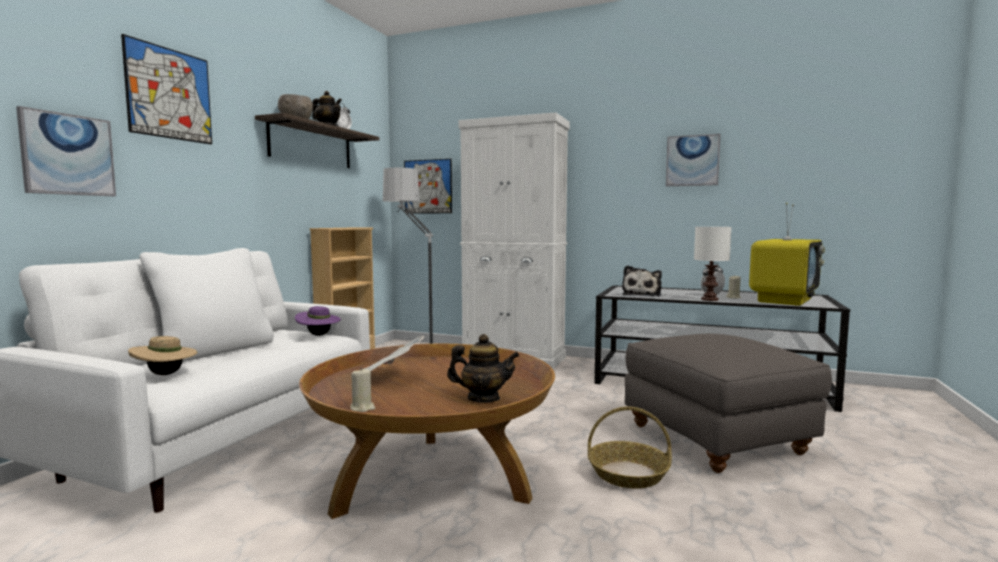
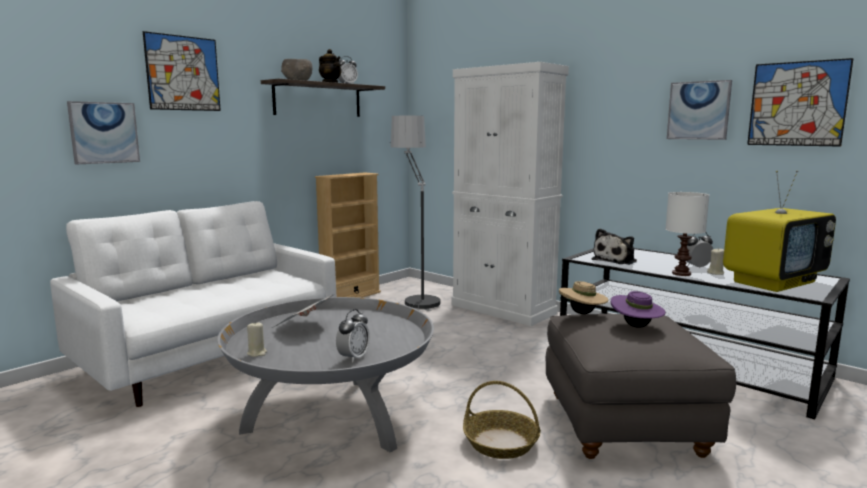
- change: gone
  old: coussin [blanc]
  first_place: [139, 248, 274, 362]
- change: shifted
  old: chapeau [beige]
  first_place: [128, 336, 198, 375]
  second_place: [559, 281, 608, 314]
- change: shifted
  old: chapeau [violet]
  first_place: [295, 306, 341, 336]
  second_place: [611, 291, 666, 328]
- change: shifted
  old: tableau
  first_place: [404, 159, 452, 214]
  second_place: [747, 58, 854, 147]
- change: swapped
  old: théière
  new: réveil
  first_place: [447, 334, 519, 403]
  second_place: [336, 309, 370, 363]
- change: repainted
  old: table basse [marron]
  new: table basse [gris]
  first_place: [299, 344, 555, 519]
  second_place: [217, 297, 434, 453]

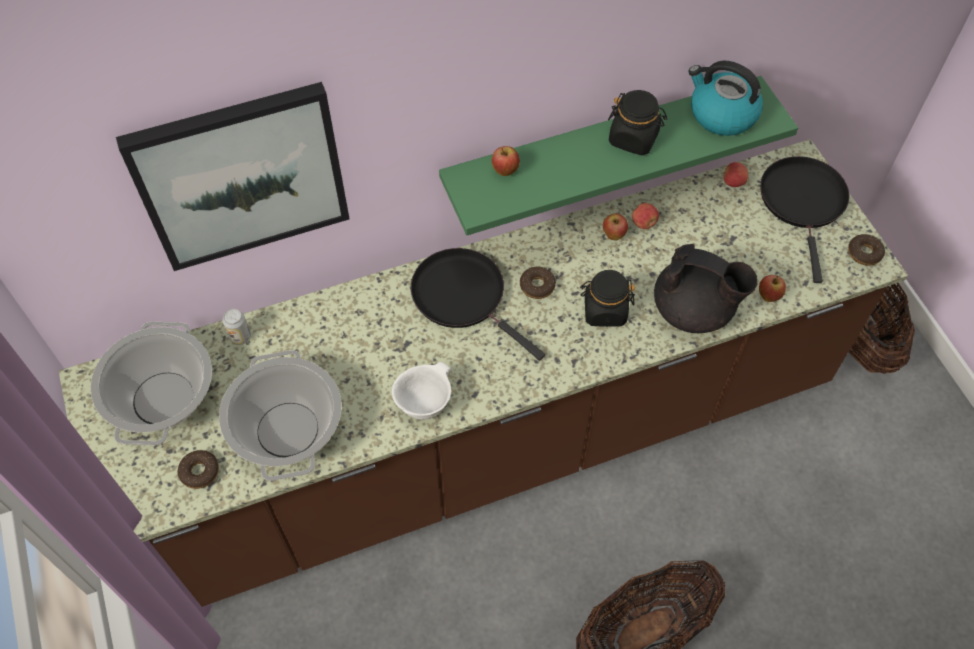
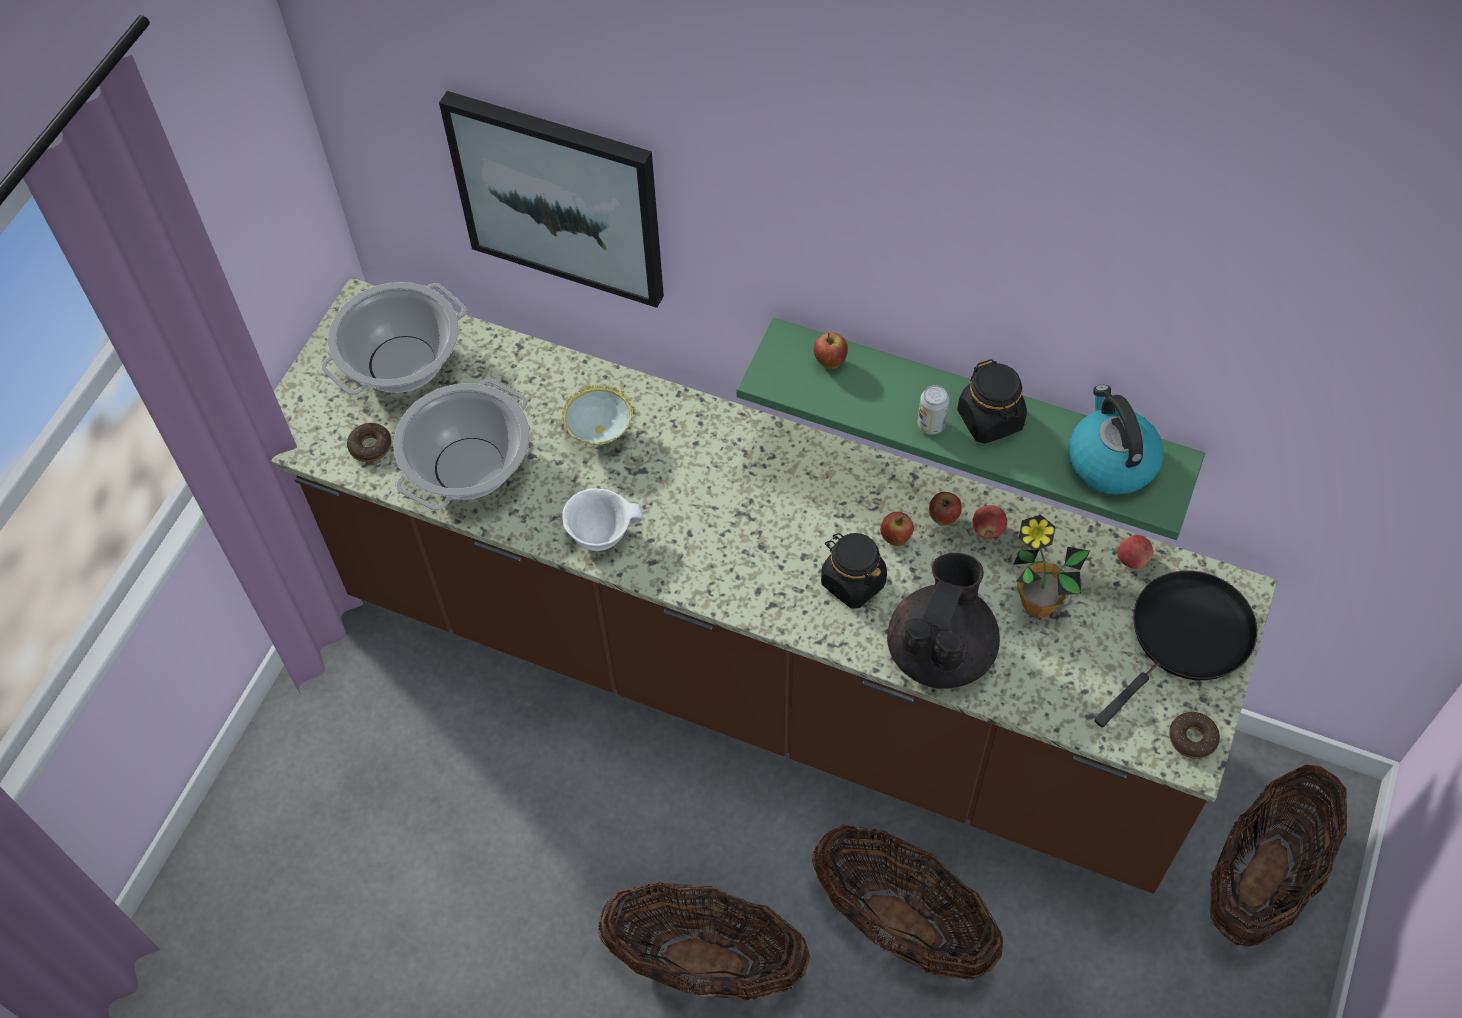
- change: gone
  old: poêle [noir]
  first_place: [411, 248, 545, 361]
- change: gone
  old: beignet
  first_place: [520, 267, 556, 299]
- change: new
  new: bol
  second_place: [561, 384, 633, 446]
- change: new
  new: panier
  second_place: [812, 824, 1003, 980]
- change: new
  new: plante en pot
  second_place: [1013, 515, 1090, 618]
- change: shifted
  old: boîte métallique
  first_place: [222, 309, 251, 345]
  second_place: [918, 385, 949, 435]
- change: shifted
  old: pomme
  first_place: [759, 275, 786, 302]
  second_place: [880, 512, 914, 546]
- change: rotated
  old: théière [noir]
  first_place: [654, 244, 758, 333]
  second_place: [887, 553, 1000, 688]
  degrees: -135

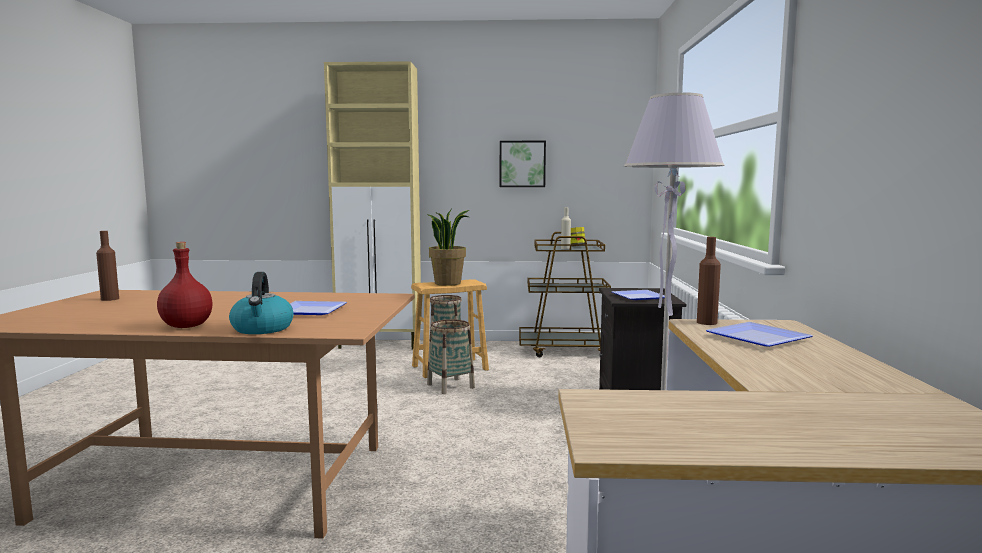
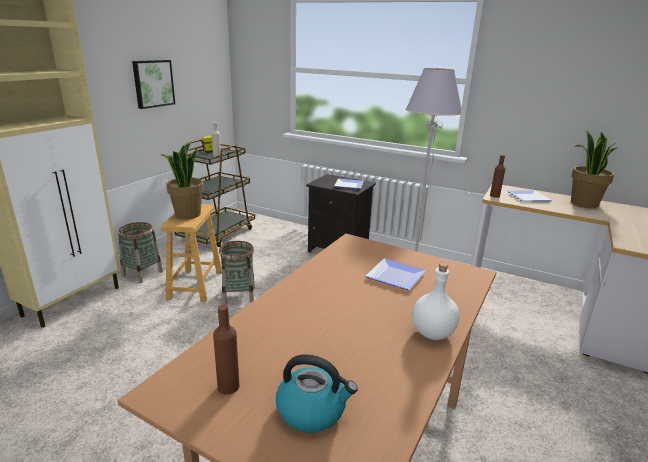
- change: new
  new: plante en pot
  second_place: [571, 130, 617, 208]
- change: shifted
  old: bouilloire
  first_place: [229, 272, 293, 334]
  second_place: [276, 354, 358, 433]
- change: repainted
  old: bouteille [rouge]
  new: bouteille [blanc]
  first_place: [157, 242, 212, 328]
  second_place: [412, 263, 460, 340]

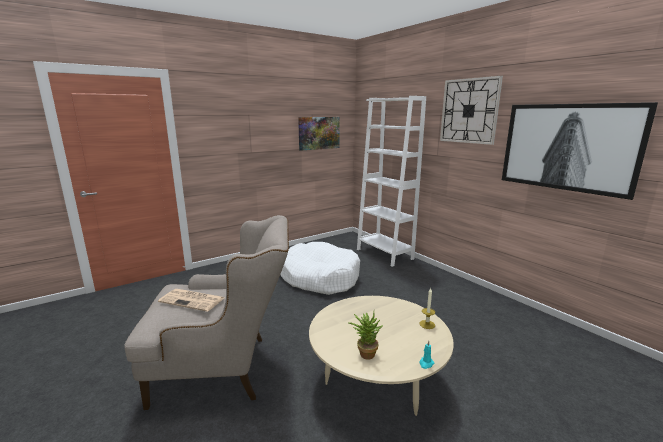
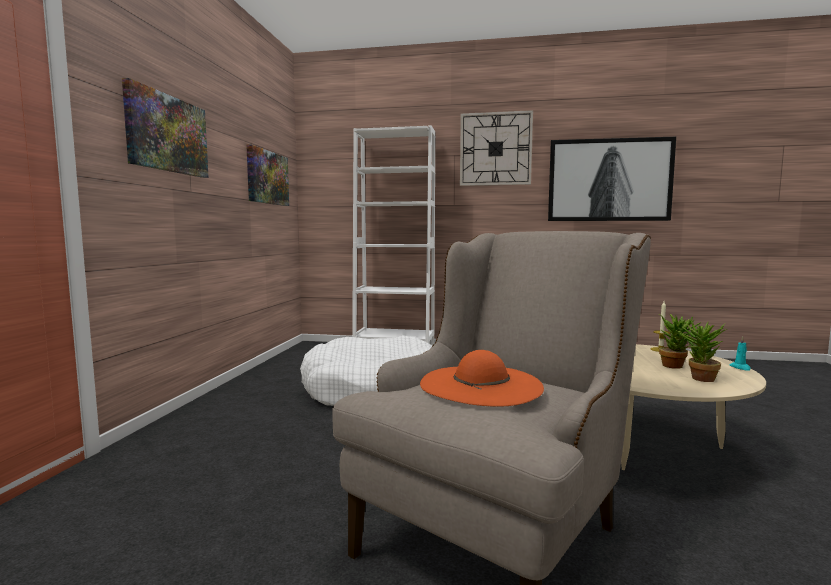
- change: new
  new: tableau
  second_place: [122, 78, 209, 178]
- change: new
  new: plante en pot
  second_place: [659, 314, 701, 369]
- change: swapped
  old: journal
  new: chapeau [orange]
  first_place: [158, 289, 224, 312]
  second_place: [420, 350, 544, 407]

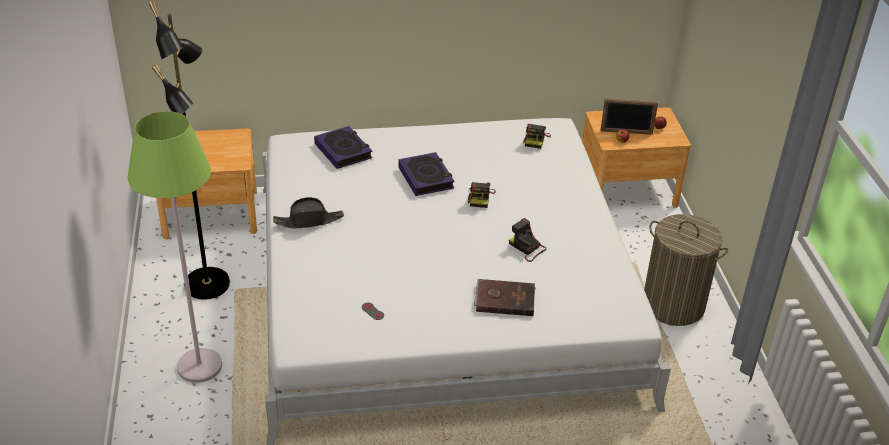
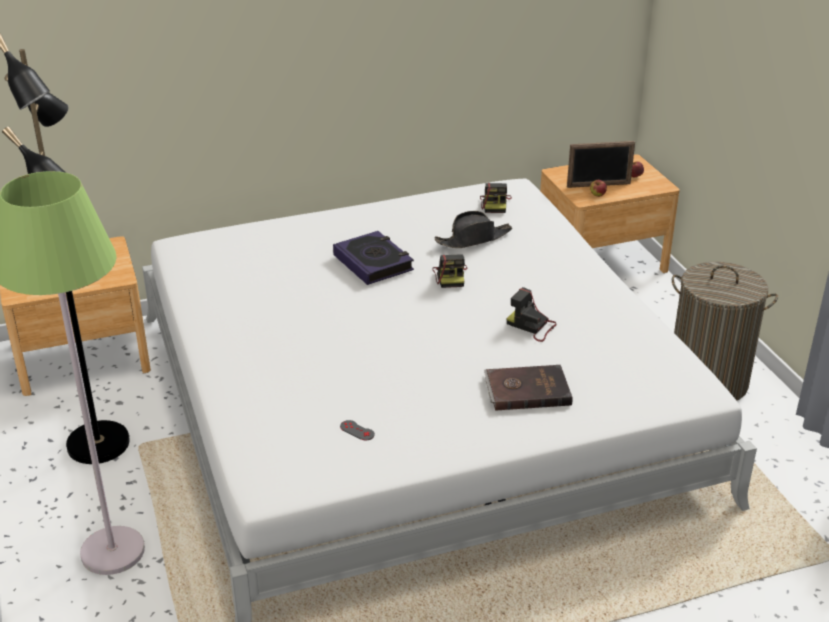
- change: gone
  old: livre
  first_place: [314, 126, 372, 169]
- change: shifted
  old: chapeau [noir]
  first_place: [273, 197, 344, 229]
  second_place: [435, 211, 512, 248]

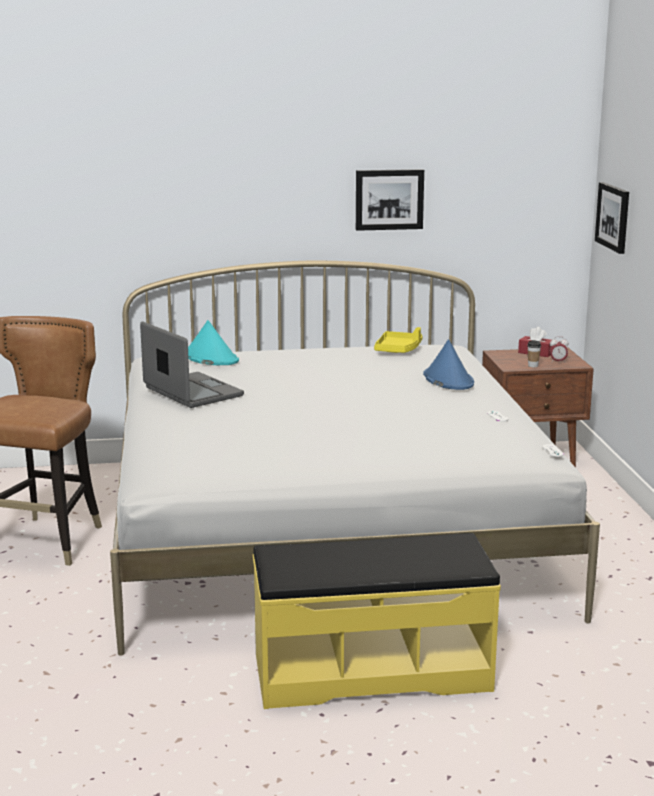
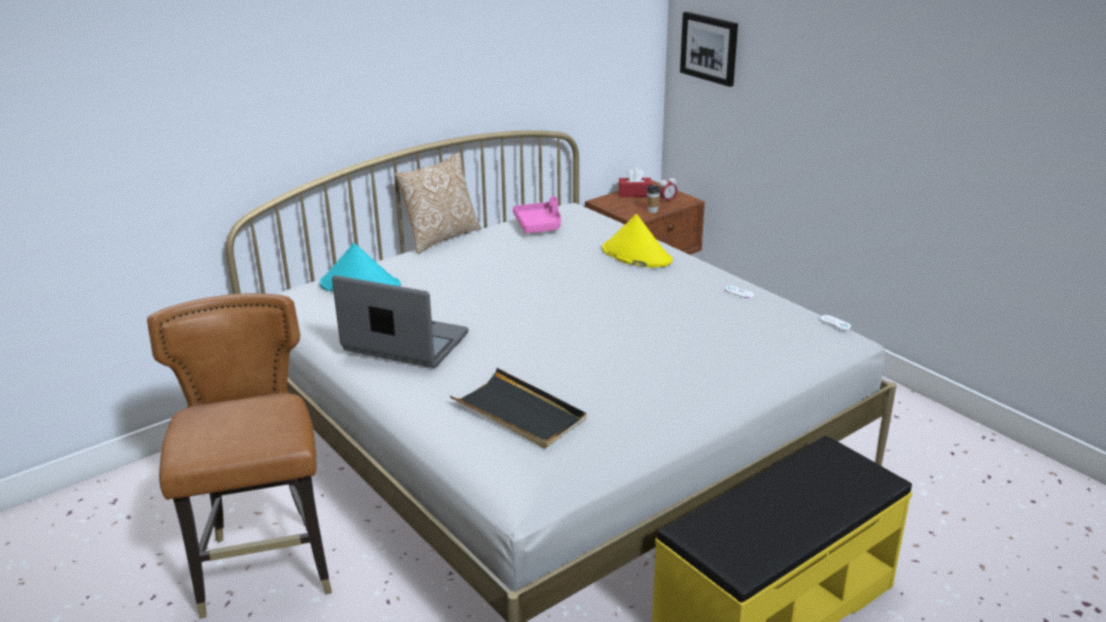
- change: gone
  old: tableau
  first_place: [356, 169, 424, 231]
- change: new
  new: coussin
  second_place: [394, 152, 482, 254]
- change: new
  new: plateau [noir]
  second_place: [450, 368, 587, 448]
- change: repainted
  old: plateau [jaune]
  new: plateau [rose]
  first_place: [374, 327, 422, 353]
  second_place: [513, 196, 561, 233]
- change: repainted
  old: chapeau [bleu]
  new: chapeau [jaune]
  first_place: [423, 339, 474, 390]
  second_place: [602, 214, 673, 268]

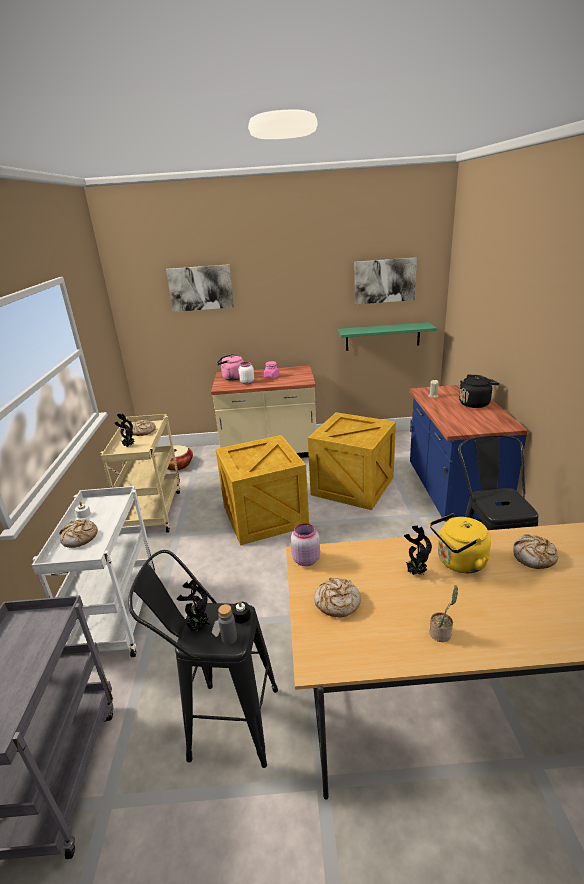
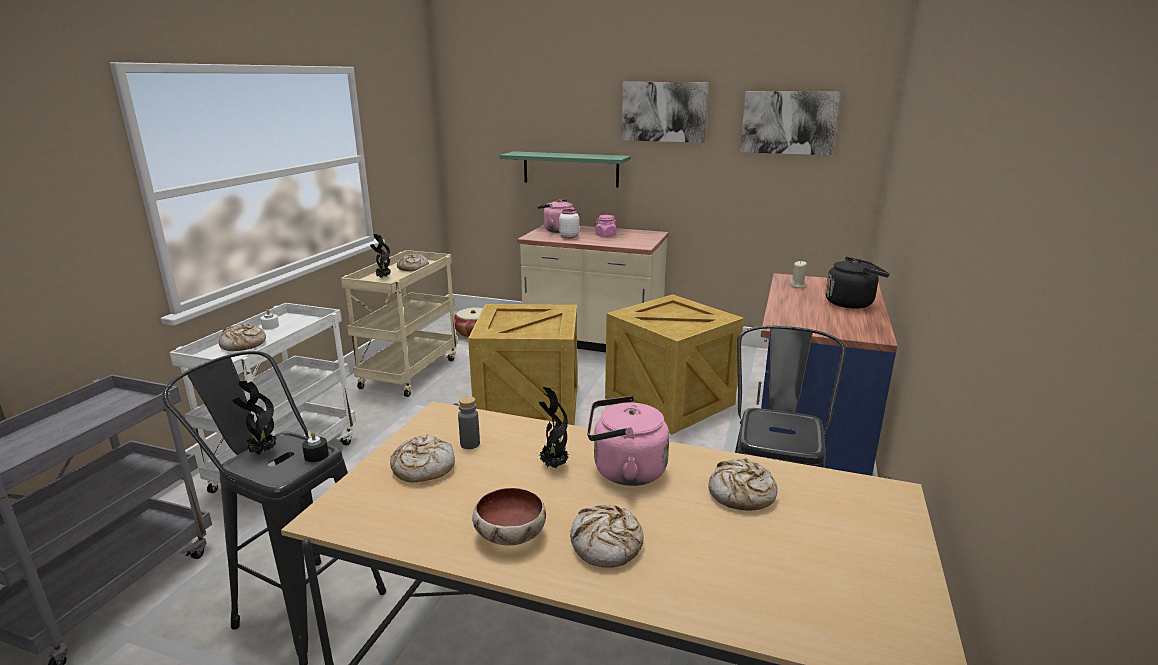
- change: gone
  old: bocal [rose]
  first_place: [291, 523, 320, 566]
- change: new
  new: pain
  second_place: [570, 505, 643, 568]
- change: shifted
  old: tableau
  first_place: [166, 264, 234, 312]
  second_place: [622, 82, 709, 143]
- change: shifted
  old: bouteille [gris]
  first_place: [218, 604, 237, 645]
  second_place: [458, 396, 480, 449]
- change: shifted
  old: étagère [vert]
  first_place: [337, 322, 437, 351]
  second_place: [500, 151, 631, 188]
- change: swapped
  old: plante en pot
  new: bol
  first_place: [430, 585, 458, 642]
  second_place: [472, 488, 546, 545]
- change: repainted
  old: bouilloire [jaune]
  new: bouilloire [rose]
  first_place: [430, 513, 491, 573]
  second_place: [587, 396, 669, 486]

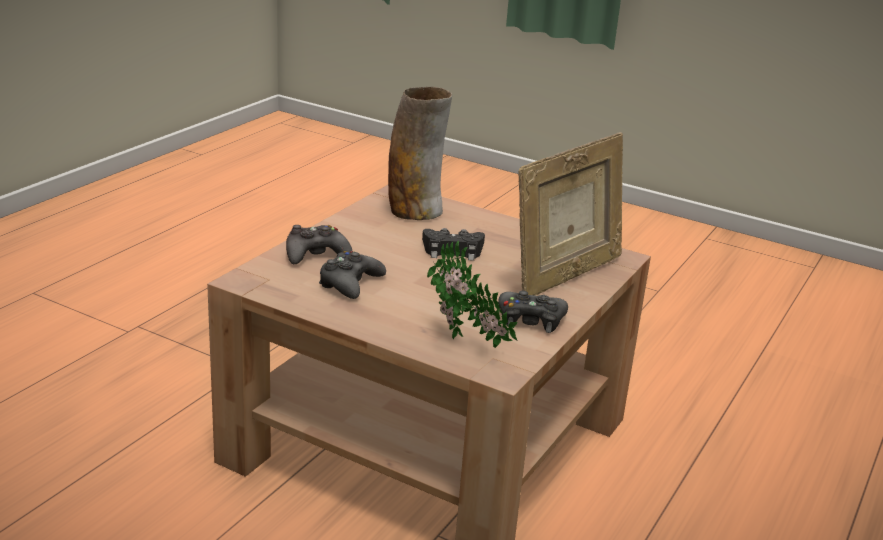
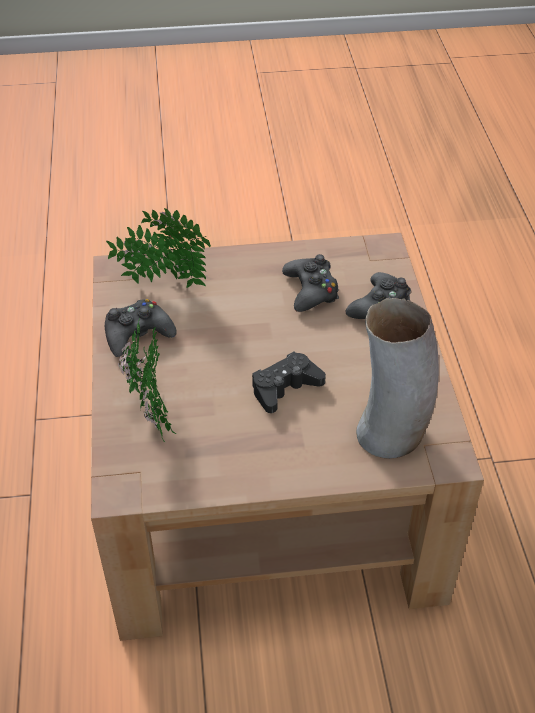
- change: swapped
  old: cadre photo
  new: plante en pot
  first_place: [518, 132, 623, 295]
  second_place: [118, 318, 176, 442]

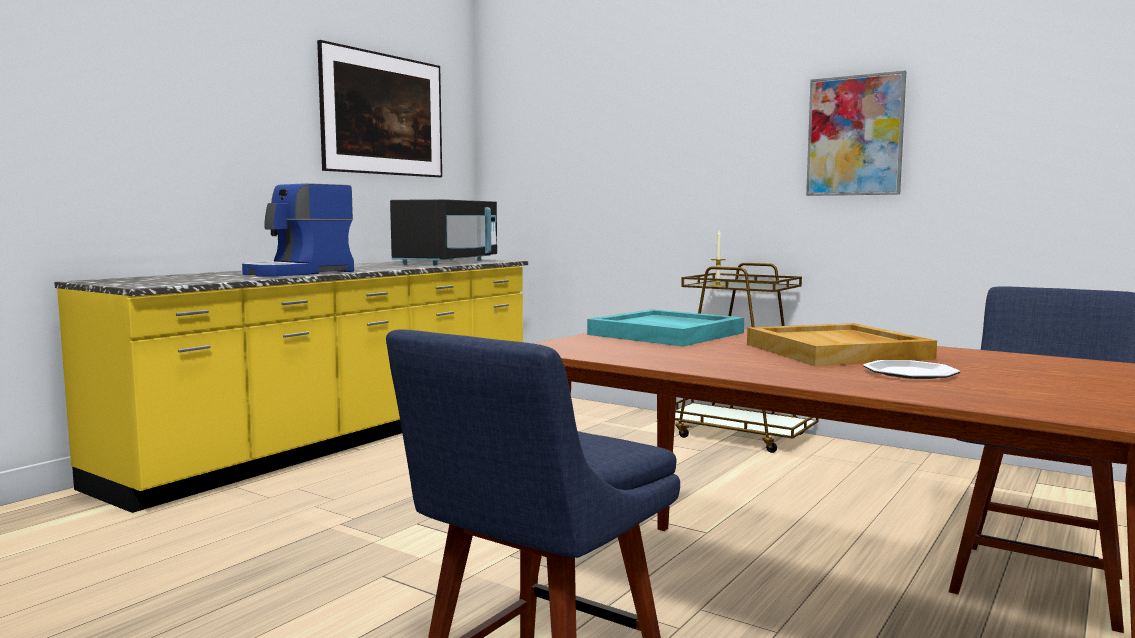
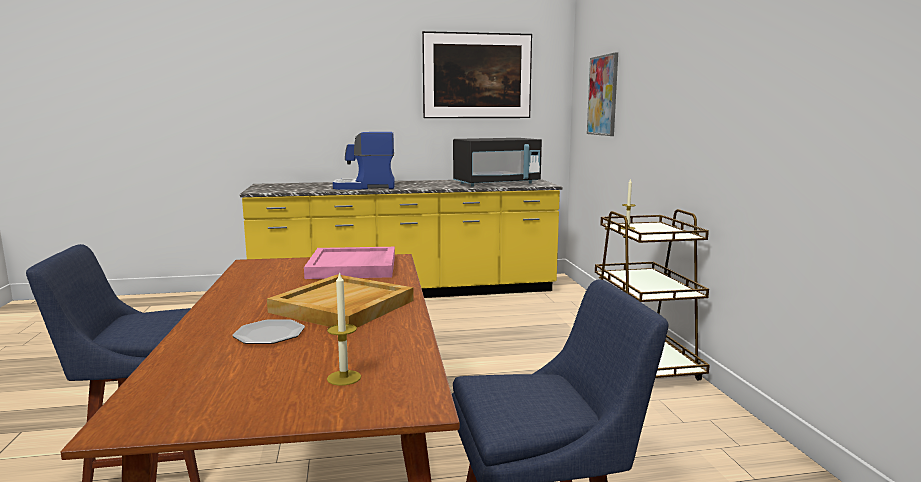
- change: new
  new: bougie
  second_place: [327, 272, 361, 386]
- change: shifted
  old: tableau
  first_place: [806, 70, 906, 196]
  second_place: [587, 52, 618, 136]
- change: repainted
  old: plateau [turquoise]
  new: plateau [rose]
  first_place: [587, 309, 744, 347]
  second_place: [304, 247, 395, 279]

